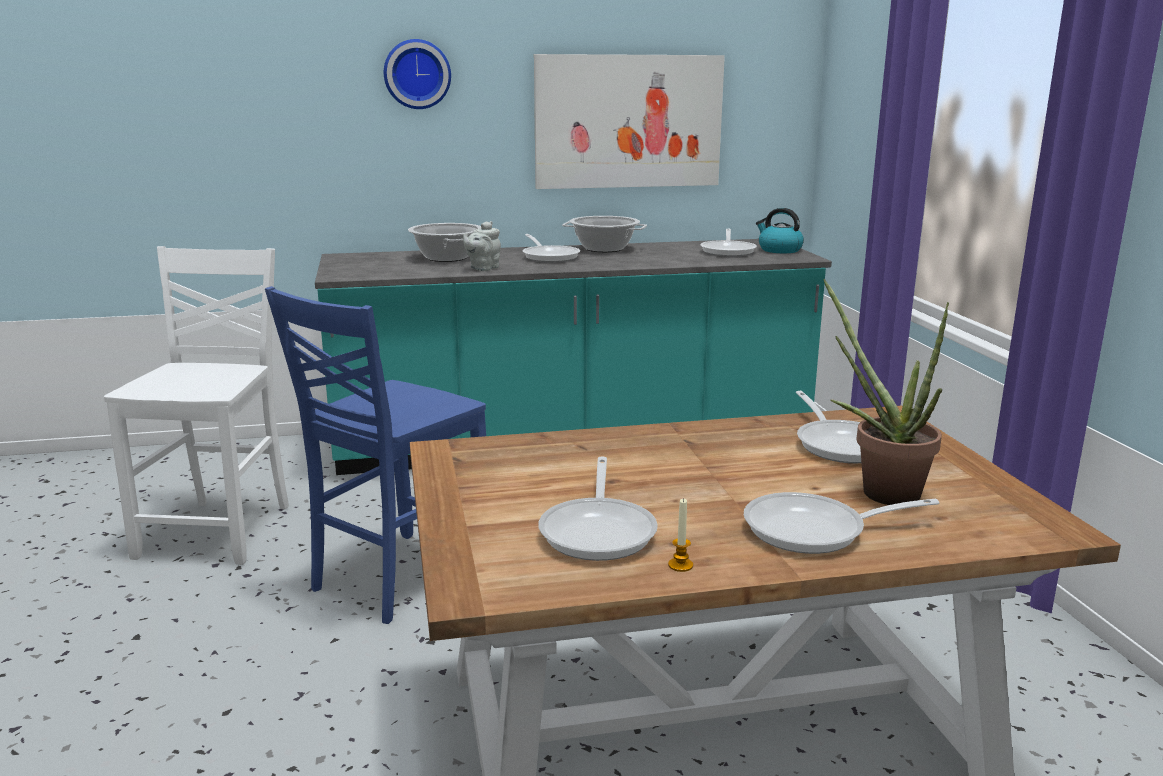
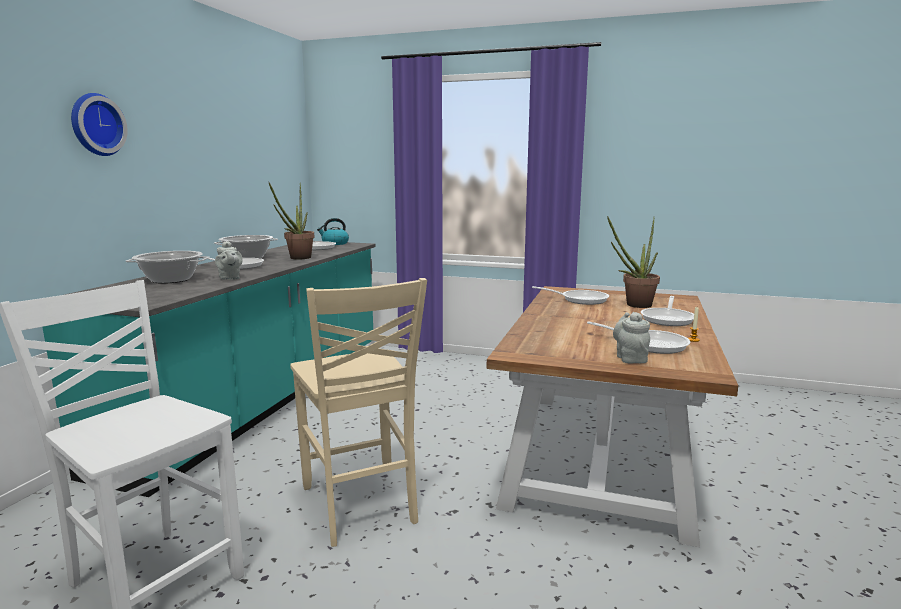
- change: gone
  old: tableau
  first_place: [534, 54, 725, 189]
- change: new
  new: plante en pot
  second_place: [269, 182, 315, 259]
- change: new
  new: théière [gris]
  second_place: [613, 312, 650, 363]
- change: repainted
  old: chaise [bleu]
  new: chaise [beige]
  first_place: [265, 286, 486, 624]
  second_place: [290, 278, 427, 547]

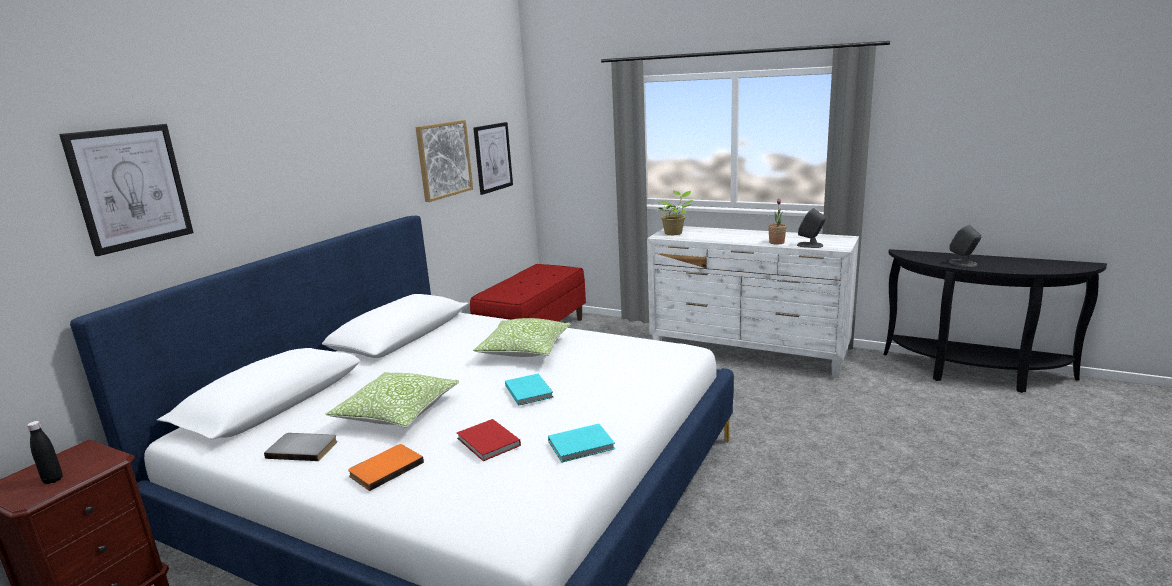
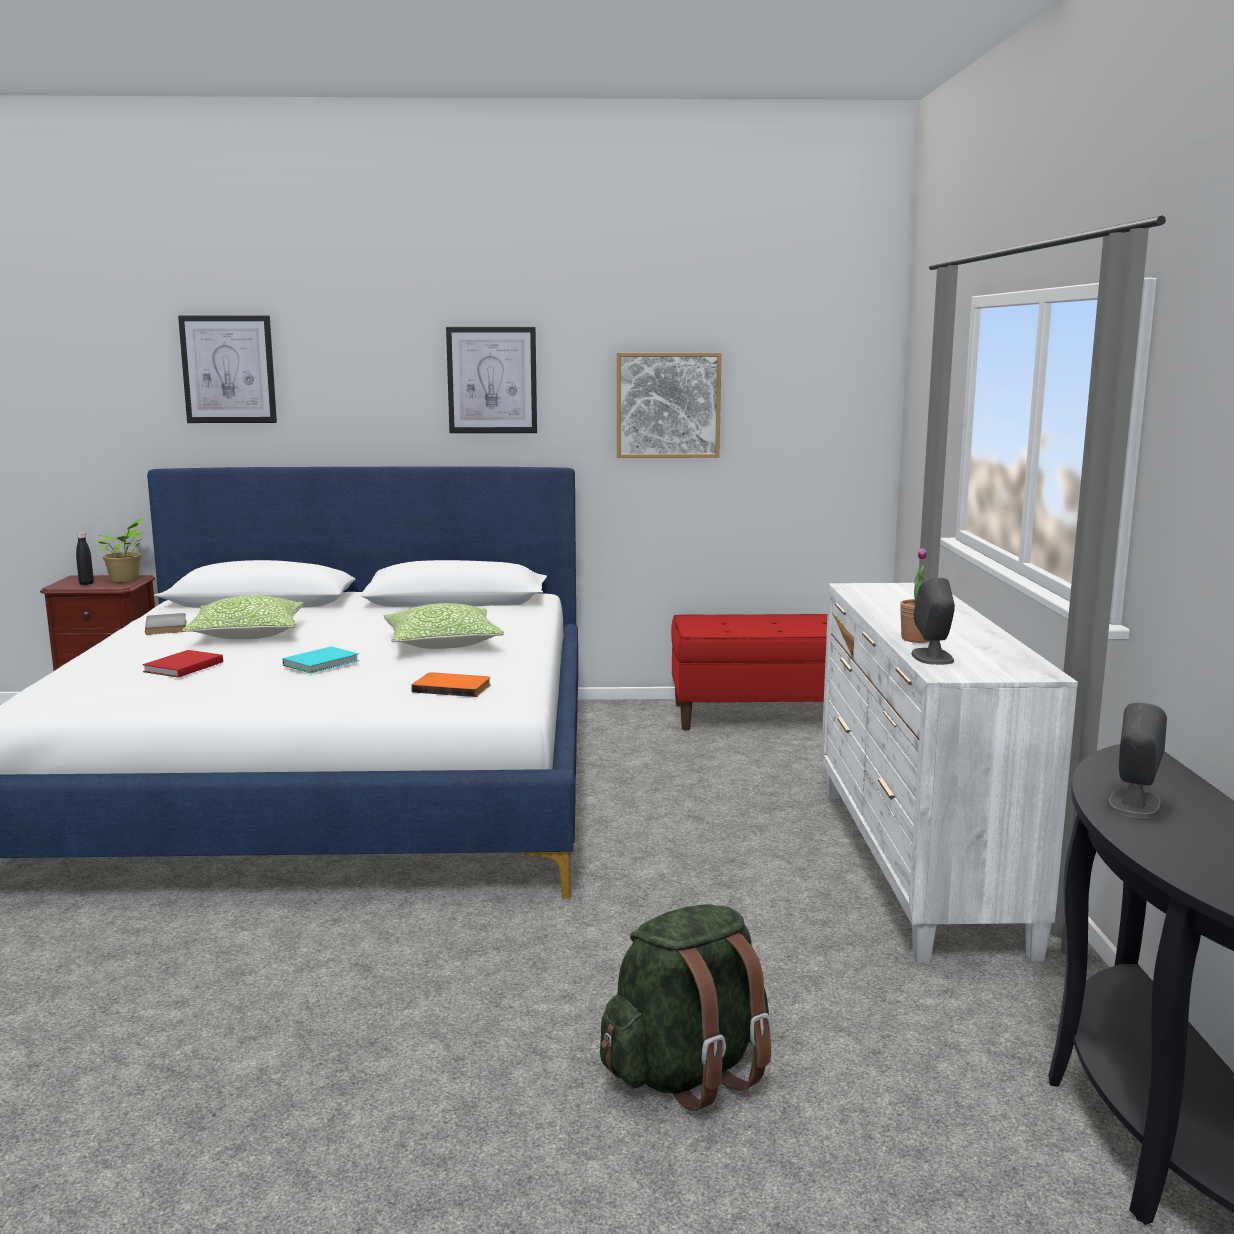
- change: gone
  old: livre [turquoise]
  first_place: [548, 424, 615, 463]
- change: new
  new: sac à dos [vert]
  second_place: [600, 905, 773, 1111]
- change: shifted
  old: livre [orange]
  first_place: [348, 444, 424, 491]
  second_place: [411, 672, 491, 697]
- change: shifted
  old: tableau
  first_place: [473, 122, 513, 195]
  second_place: [446, 327, 537, 433]
- change: shifted
  old: plante en pot
  first_place: [658, 190, 693, 235]
  second_place: [97, 519, 144, 583]

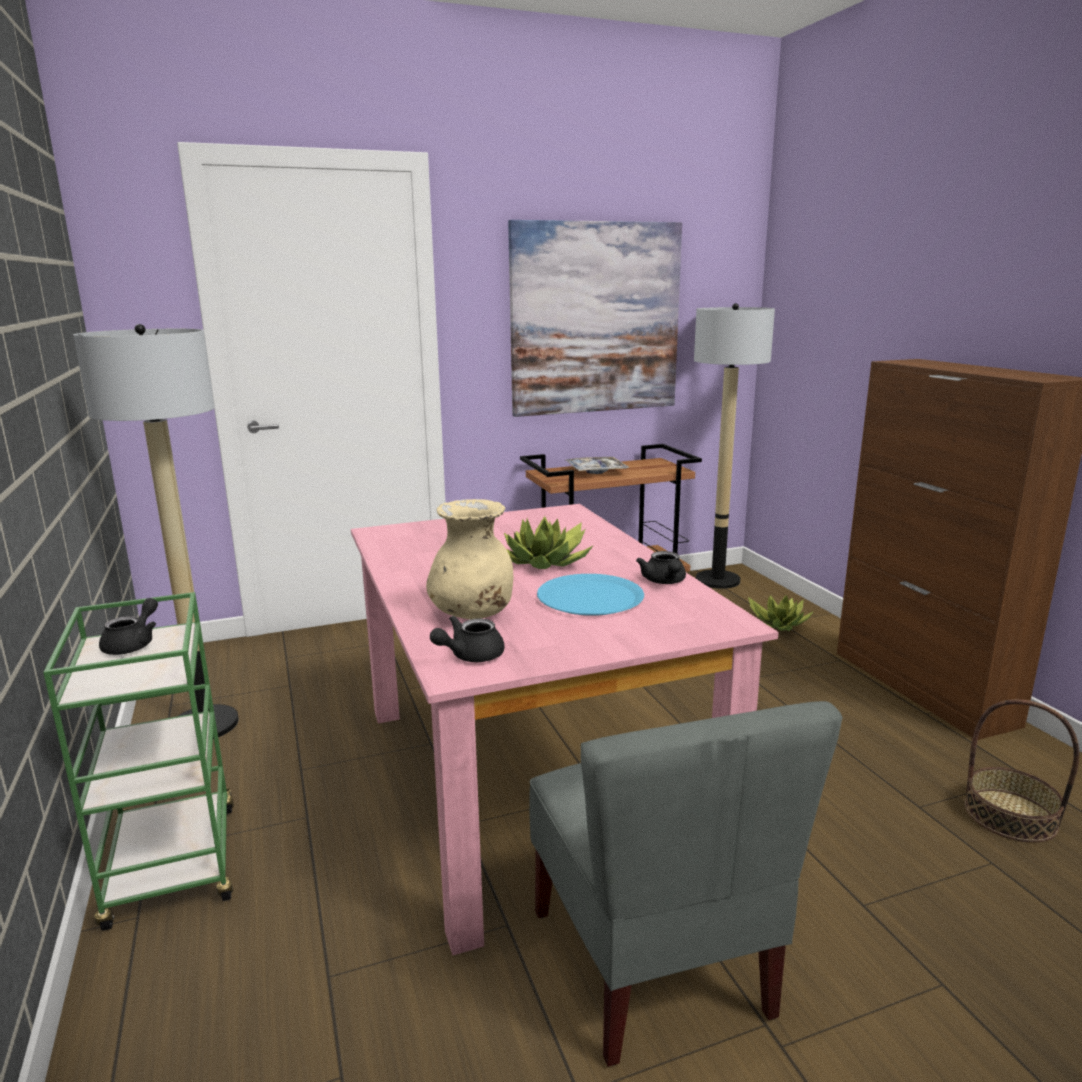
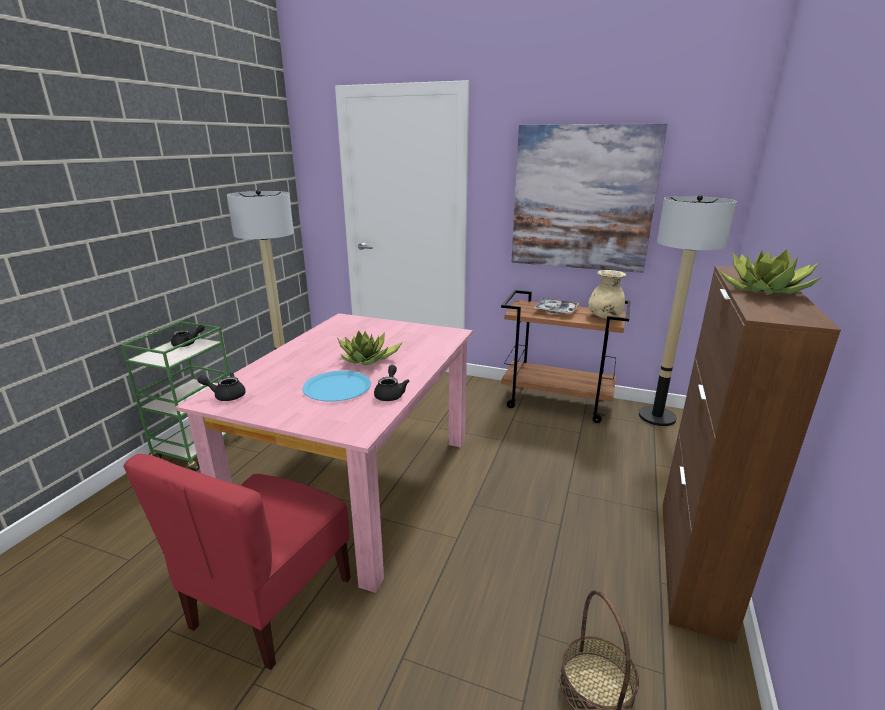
- change: shifted
  old: vase [beige]
  first_place: [426, 499, 513, 619]
  second_place: [588, 270, 626, 319]
- change: shifted
  old: plante en pot
  first_place: [748, 595, 814, 631]
  second_place: [719, 249, 823, 295]
- change: repainted
  old: chaise [gris]
  new: chaise [rouge]
  first_place: [529, 701, 843, 1067]
  second_place: [123, 454, 351, 670]
- change: rotated
  old: théière [noir]
  first_place: [636, 551, 686, 584]
  second_place: [374, 365, 409, 401]
  degrees: 150

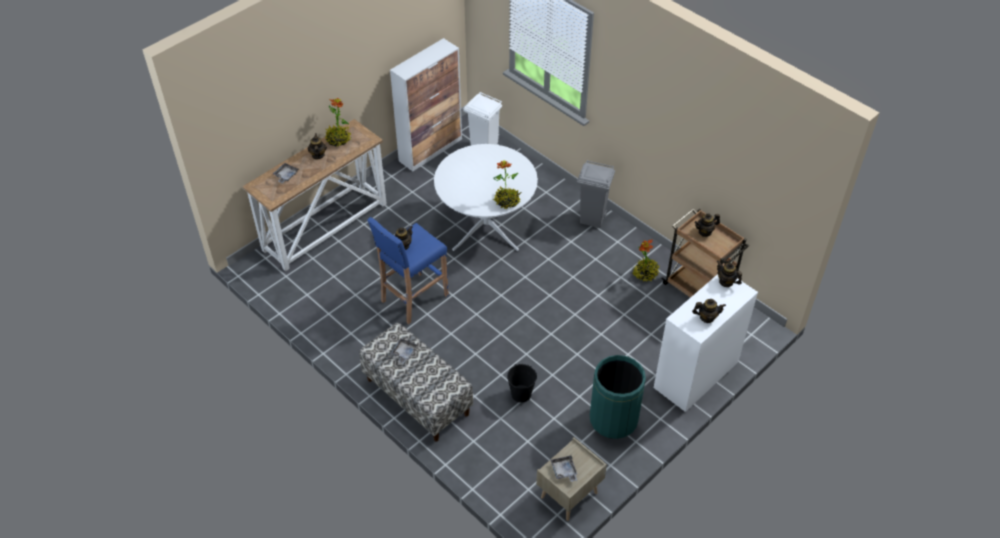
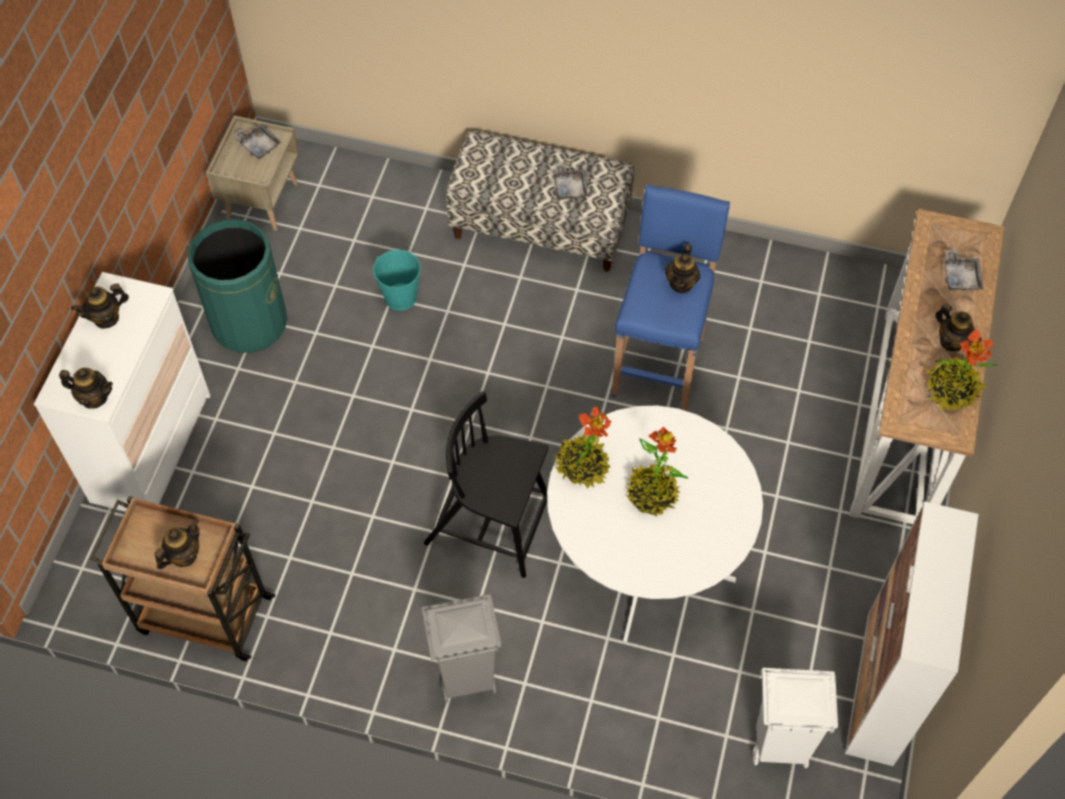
- change: new
  new: chaise [noir]
  second_place: [424, 391, 548, 578]
- change: shifted
  old: plante en pot
  first_place: [632, 239, 659, 282]
  second_place: [626, 427, 688, 516]
- change: repainted
  old: seau [noir]
  new: seau [turquoise]
  first_place: [507, 364, 537, 403]
  second_place: [373, 250, 421, 311]

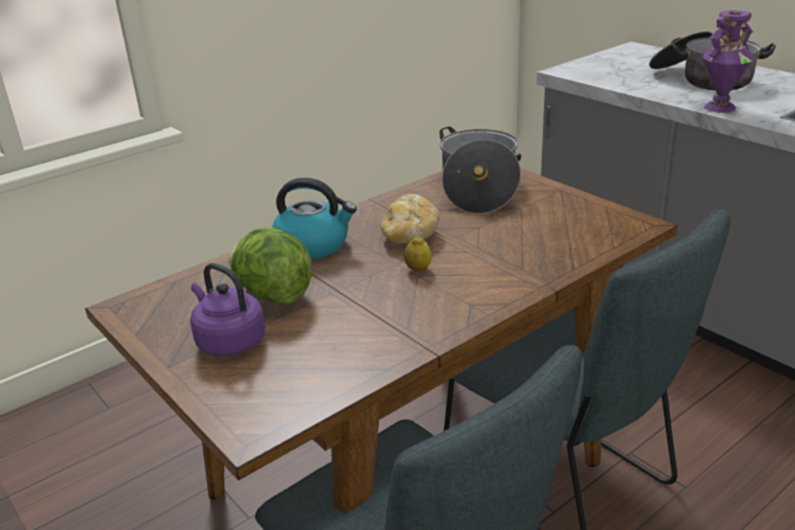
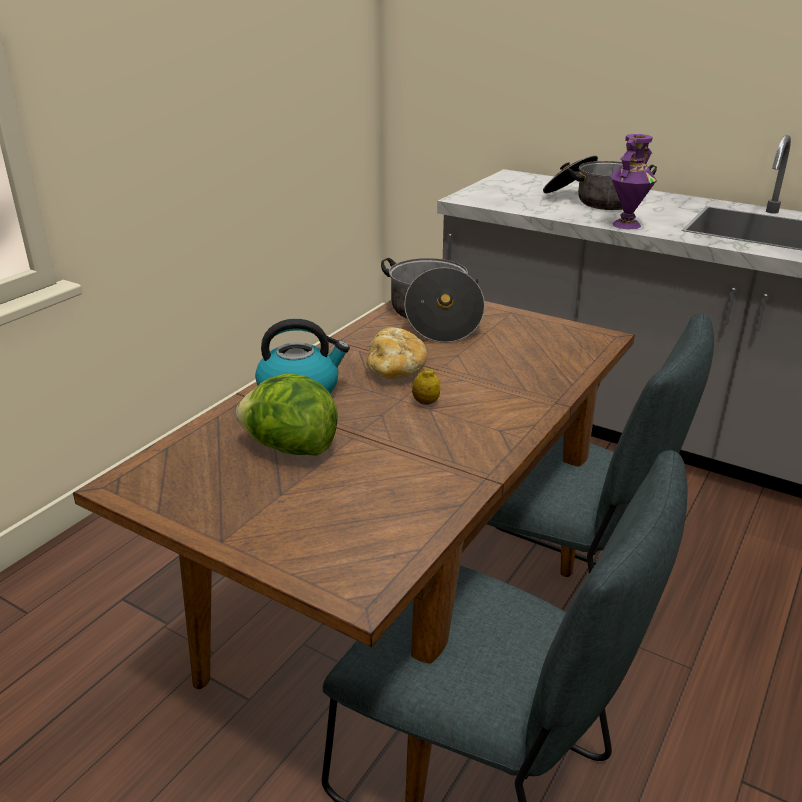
- change: gone
  old: bouilloire [violet]
  first_place: [190, 263, 265, 356]

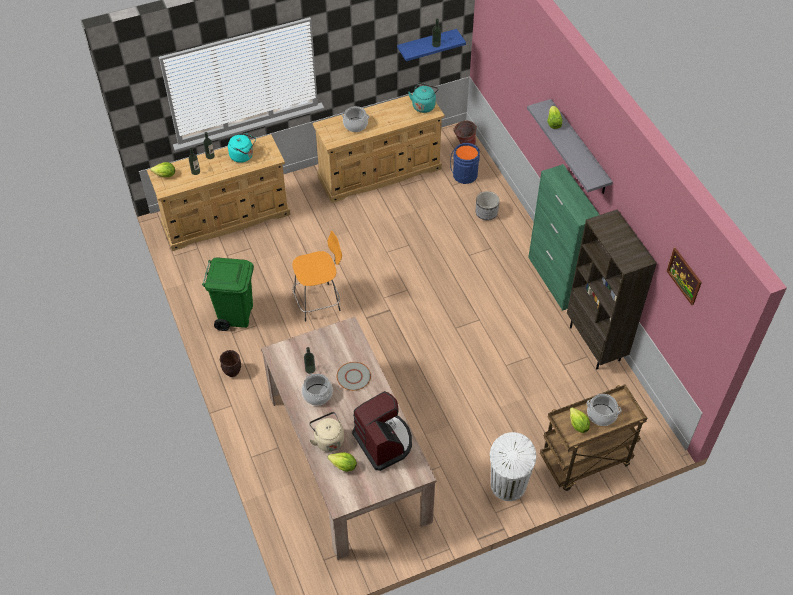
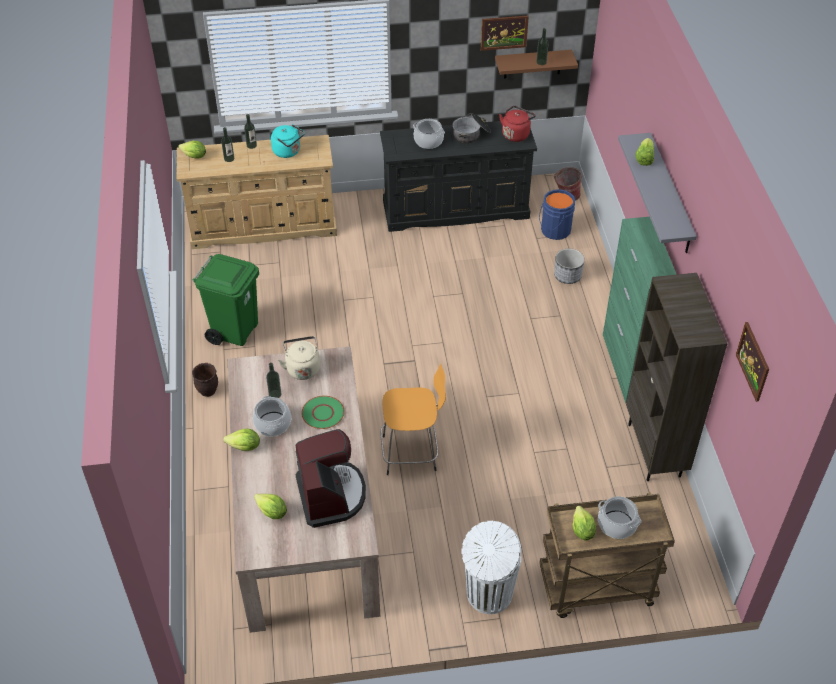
- change: new
  new: laitue
  second_place: [223, 429, 260, 451]
- change: new
  new: marmite
  second_place: [453, 113, 491, 144]
- change: new
  new: tableau
  second_place: [481, 15, 529, 51]
- change: shifted
  old: tabouret [orange]
  first_place: [292, 231, 342, 322]
  second_place: [380, 364, 446, 475]
- change: shifted
  old: bouilloire [beige]
  first_place: [309, 412, 344, 452]
  second_place: [278, 336, 320, 380]
- change: repainted
  old: commode [beige]
  new: commode [noir]
  first_place: [313, 94, 445, 203]
  second_place: [380, 121, 537, 232]
- change: repainted
  old: assiette [gris]
  new: assiette [vert]
  first_place: [337, 362, 371, 391]
  second_place: [301, 396, 345, 429]
- change: repainted
  old: étagère [bleu]
  new: étagère [marron]
  first_place: [397, 29, 466, 61]
  second_place: [495, 50, 578, 79]
- change: repainted
  old: bouilloire [turquoise]
  new: bouilloire [rouge]
  first_place: [408, 83, 439, 113]
  second_place: [499, 106, 536, 142]

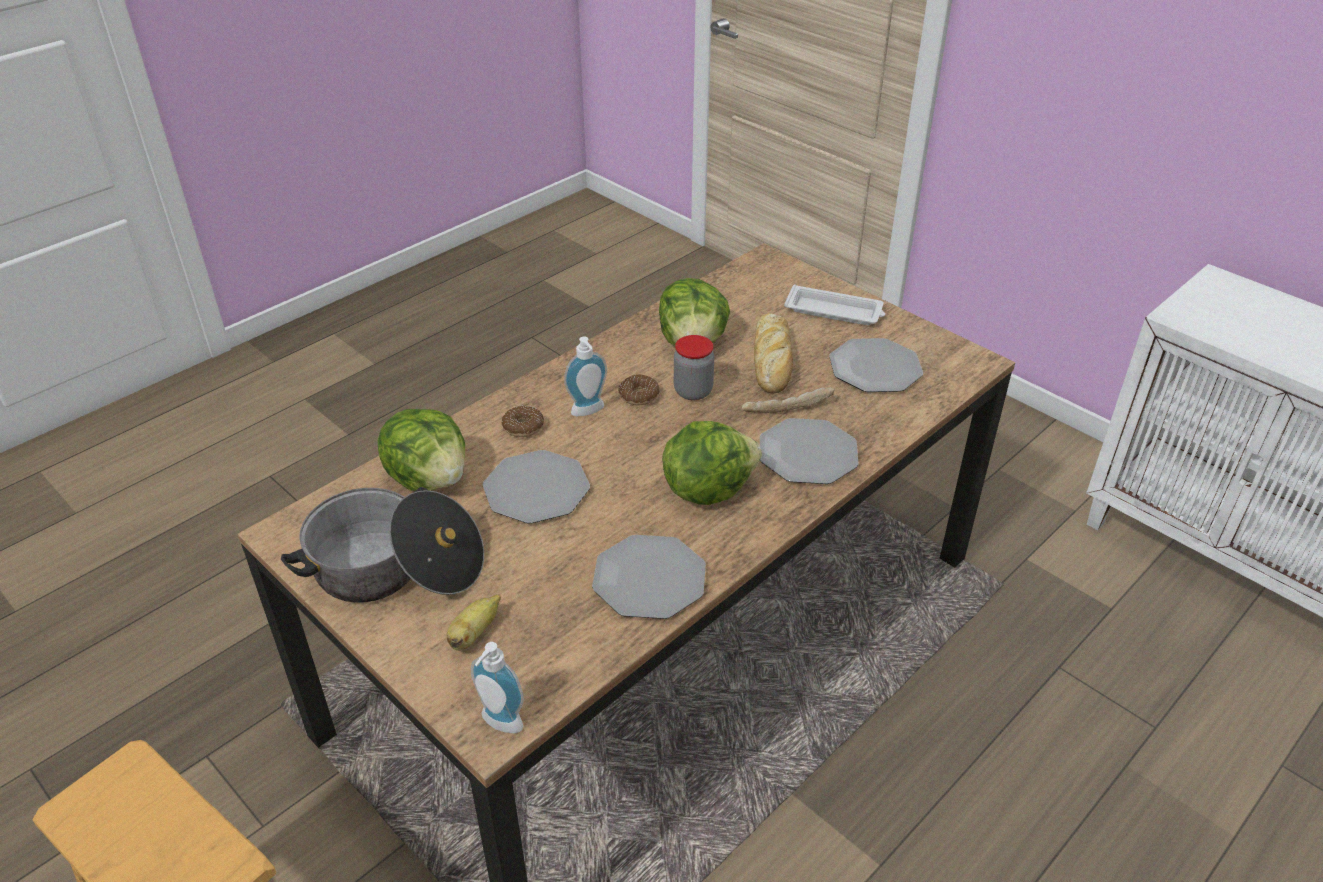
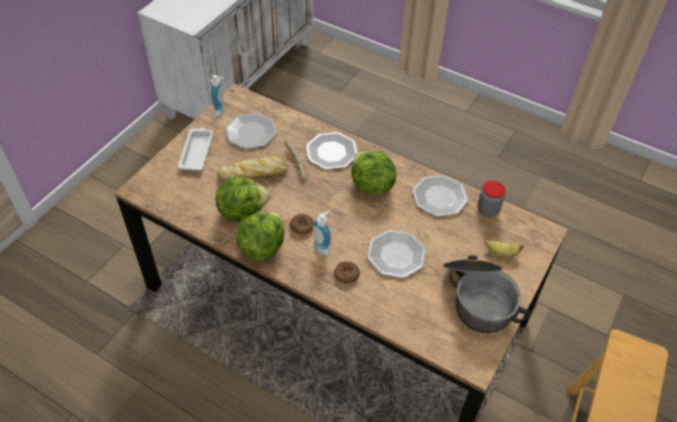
- change: shifted
  old: laitue
  first_place: [378, 409, 465, 491]
  second_place: [236, 212, 284, 260]
- change: shifted
  old: distributeur de savon
  first_place: [471, 642, 524, 733]
  second_place: [210, 75, 225, 117]
- change: shifted
  old: bocal
  first_place: [674, 335, 714, 400]
  second_place: [477, 181, 505, 217]

